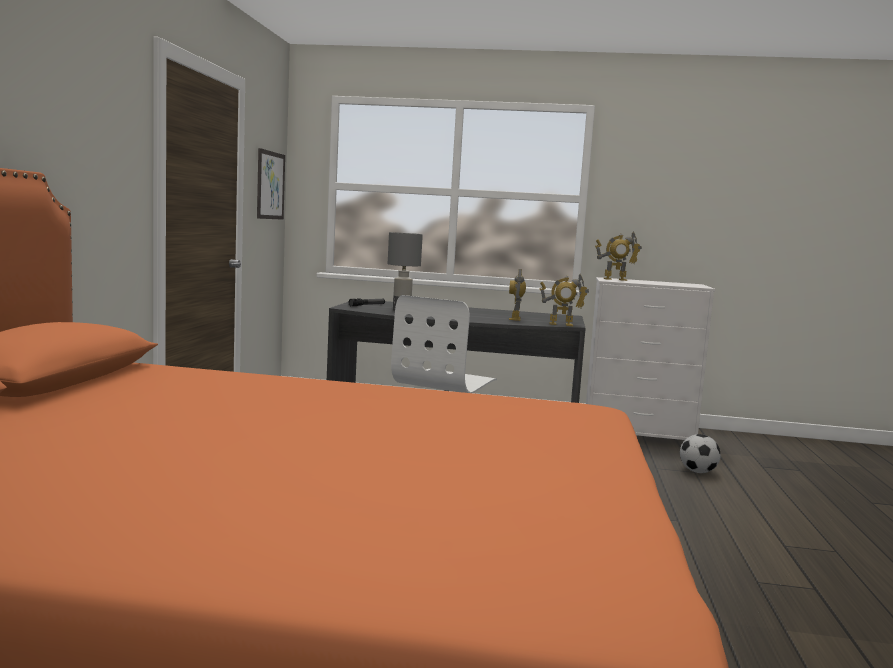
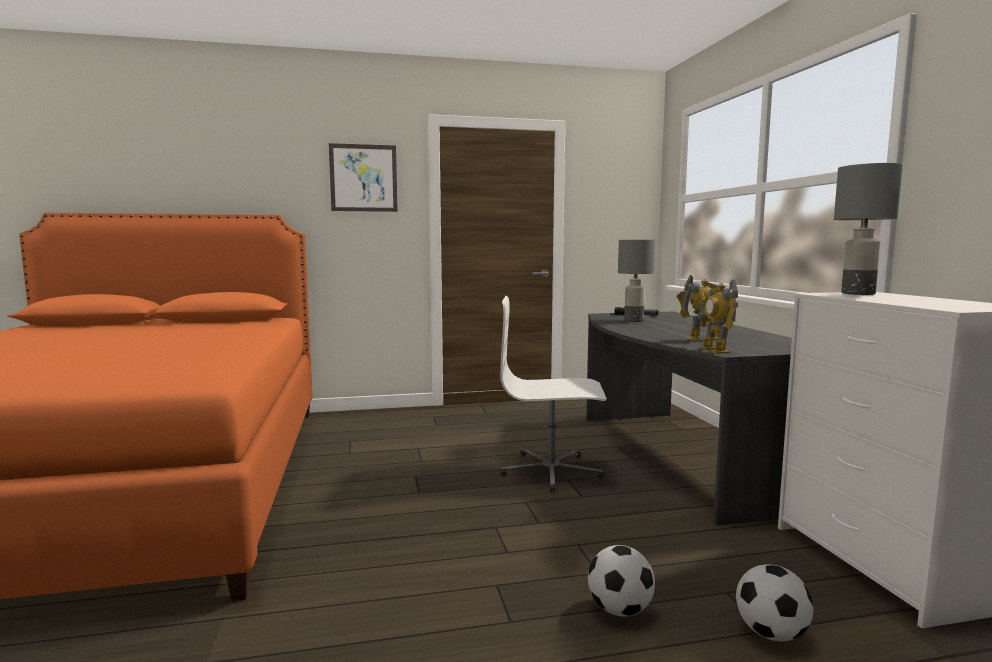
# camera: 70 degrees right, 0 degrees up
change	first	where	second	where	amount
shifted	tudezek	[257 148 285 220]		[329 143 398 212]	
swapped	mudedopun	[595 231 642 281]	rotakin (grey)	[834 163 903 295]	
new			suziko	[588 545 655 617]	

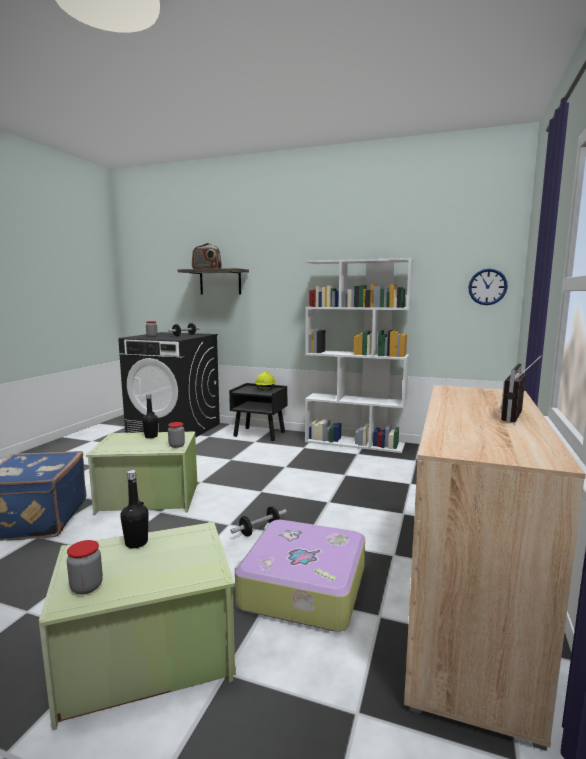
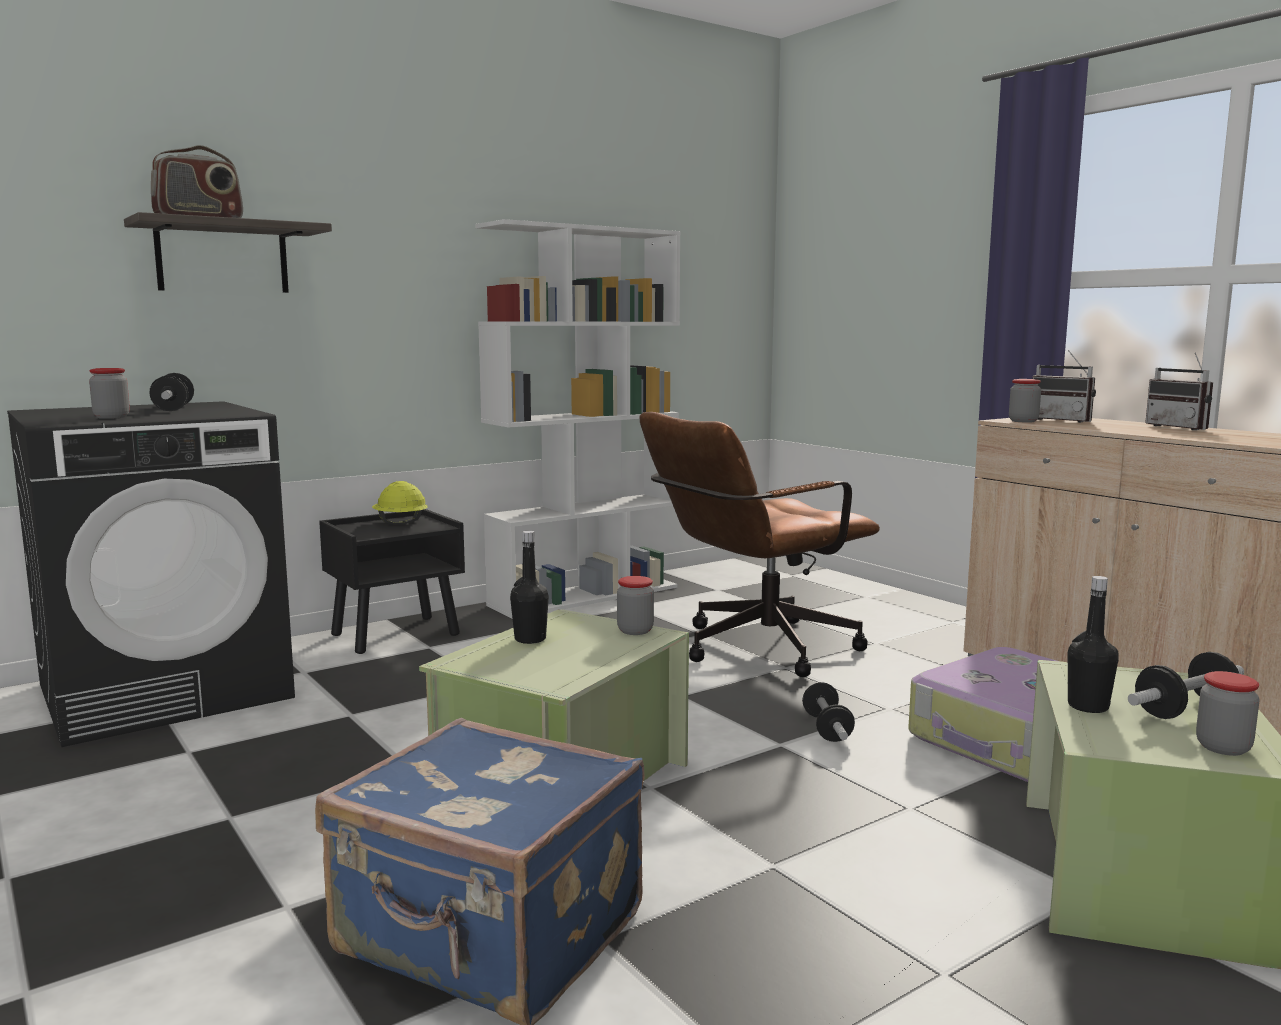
# camera: 55 degrees left, 0 degrees up
change	first	where	second	where	amount
gone	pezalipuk	[468 268 508 305]			
new			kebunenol	[1032 350 1096 423]	
new			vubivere	[1009 379 1041 423]	
new			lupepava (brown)	[640 412 880 677]	
new			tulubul	[1128 652 1244 719]	

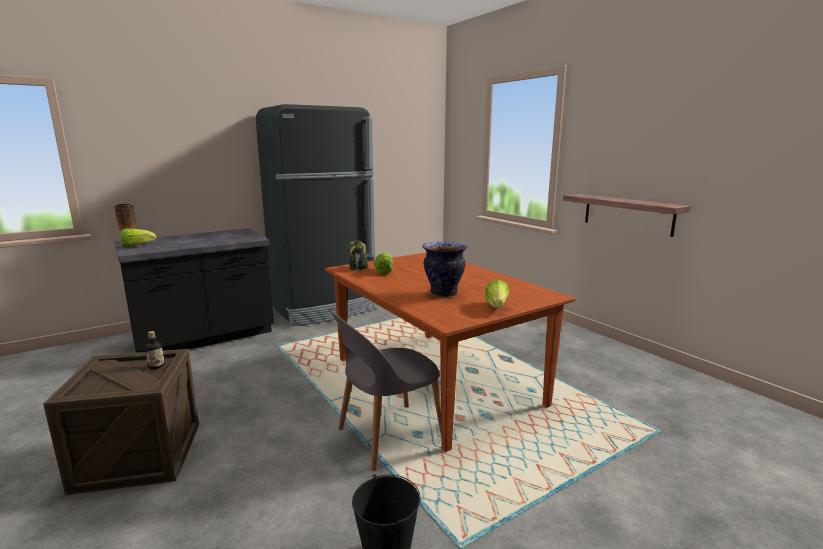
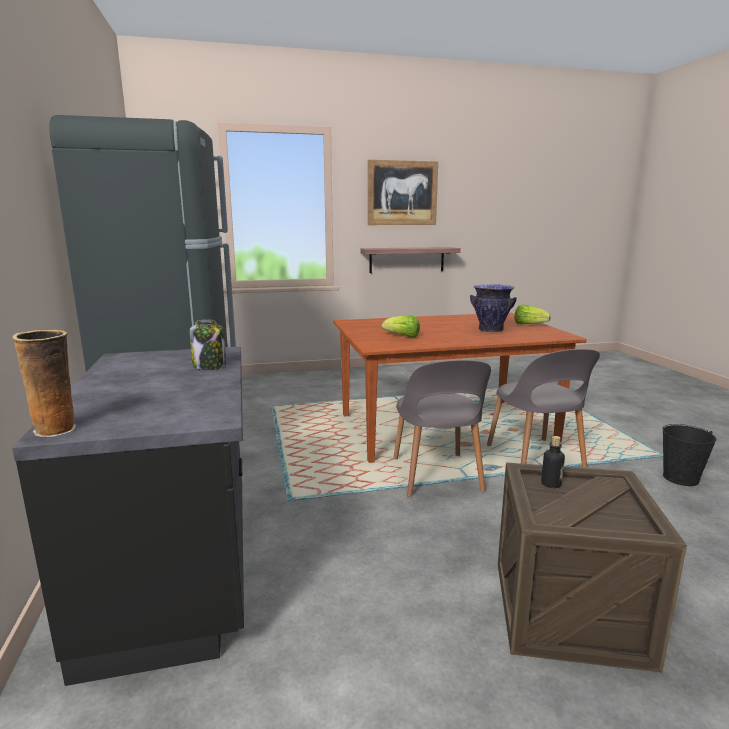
# camera: 70 degrees left, 0 degrees up
change	first	where	second	where	amount
gone	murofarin	[120 228 156 247]			
shifted	vubivere	[348 241 368 270]		[190 320 226 370]	
new			tudezek	[368 160 438 225]	
new			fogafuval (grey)	[393 360 491 497]	

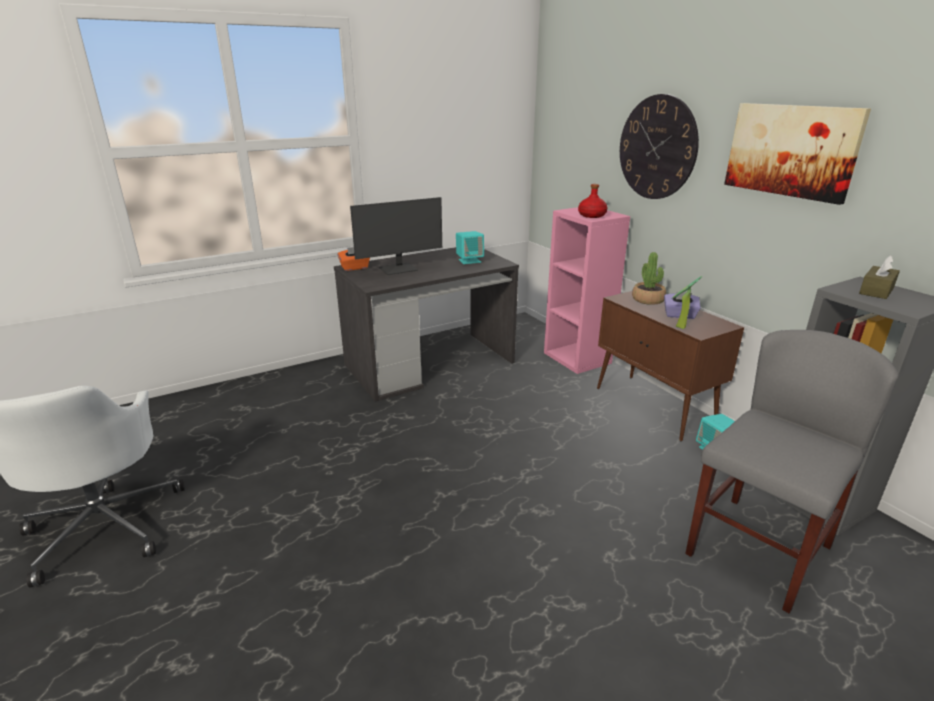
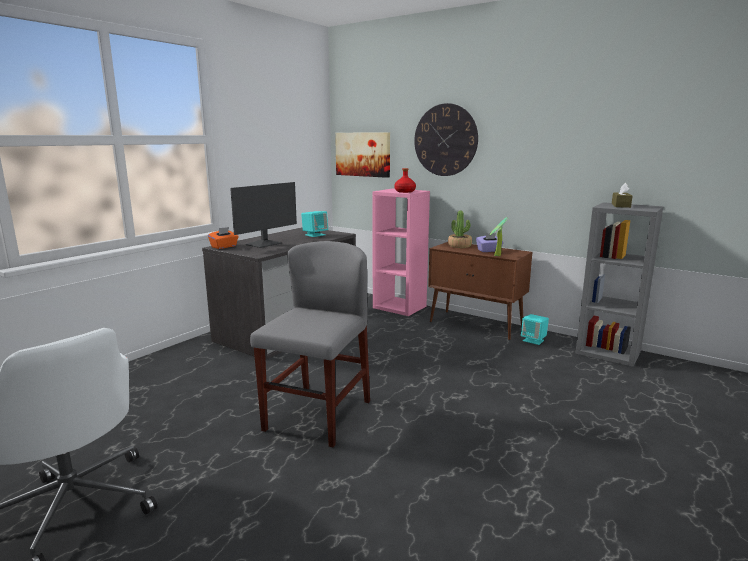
# camera: 25 degrees left, 10 degrees down
change	first	where	second	where	amount
shifted	tudezek	[724 103 871 205]		[335 132 390 178]	
shifted	fogafuval (grey)	[685 330 899 614]		[250 241 370 447]	

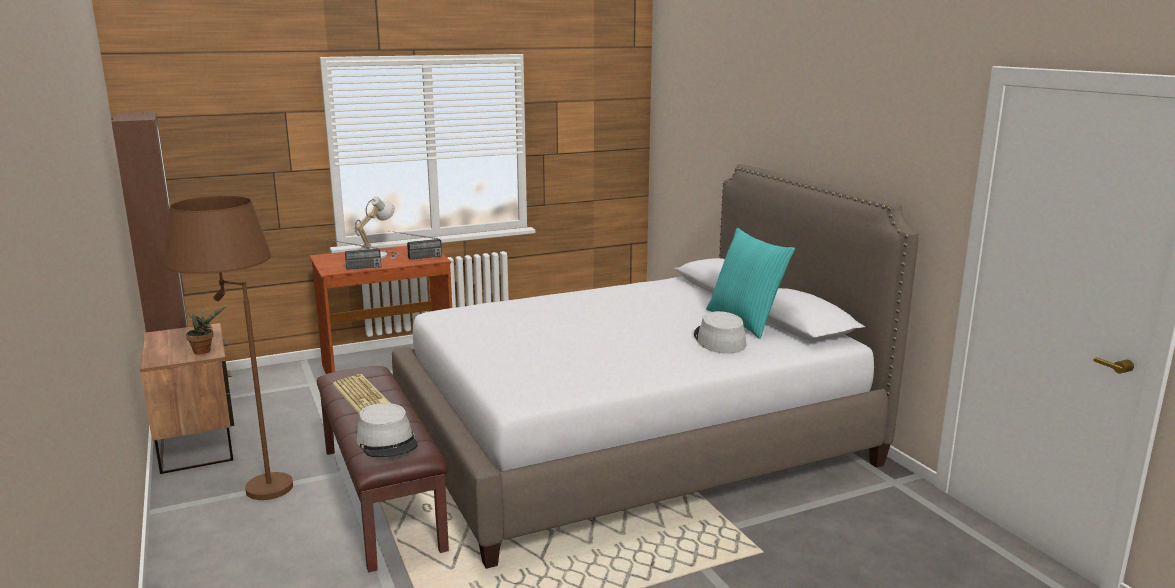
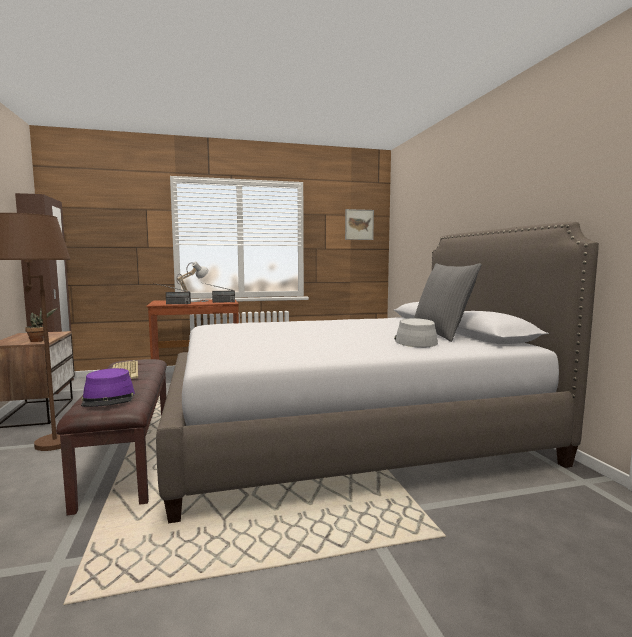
# camera: 10 degrees right, 10 degrees down
change	first	where	second	where	amount
repainted	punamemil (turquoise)	[706 228 795 339]	punamemil (grey)	[414 263 482 342]	
repainted	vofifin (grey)	[356 403 418 457]	vofifin (purple)	[81 368 135 407]	
new			tudezek	[345 209 374 240]	

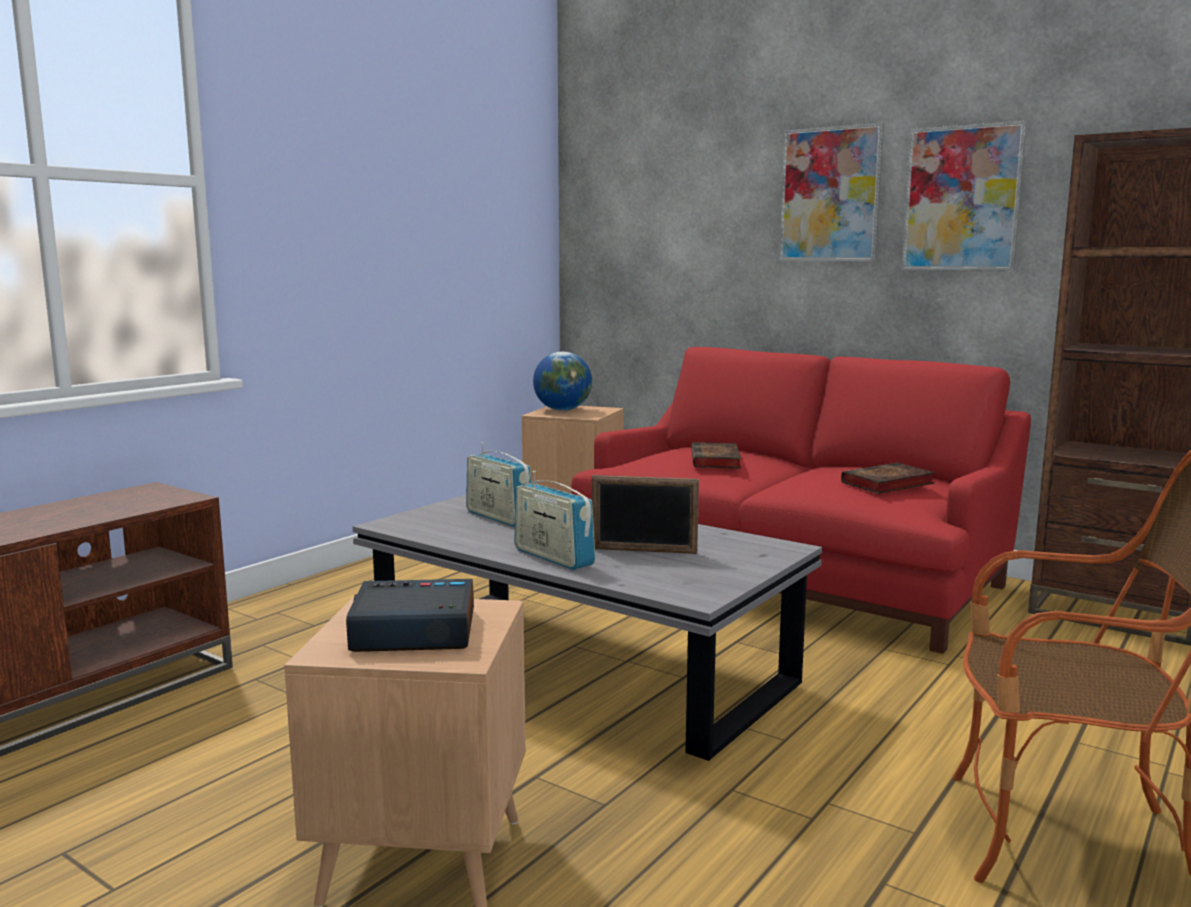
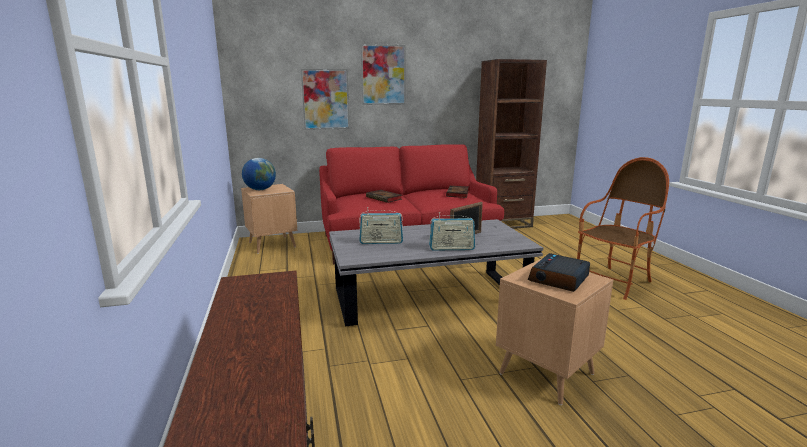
# camera: 50 degrees left, 5 degrees up
change	first	where	second	where	amount
shifted	tudezek	[902 121 1027 271]		[301 69 350 130]	

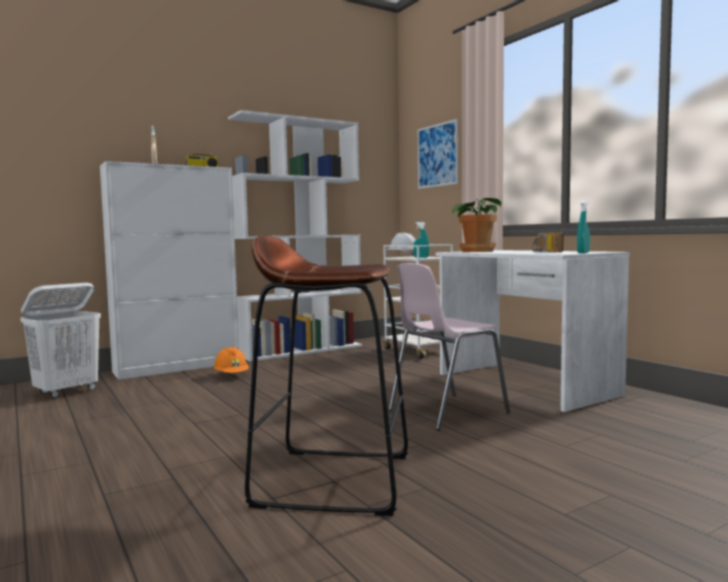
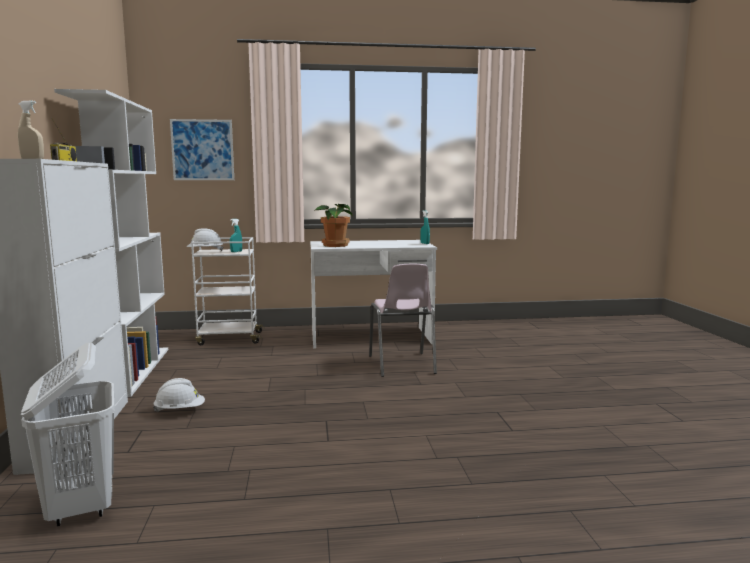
# camera: 65 degrees left, 5 degrees up
change	first	where	second	where	amount
gone	kebunenol	[532 232 564 252]			
gone	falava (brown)	[245 236 408 516]			
repainted	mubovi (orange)	[214 347 249 373]	mubovi (white)	[153 378 205 412]	

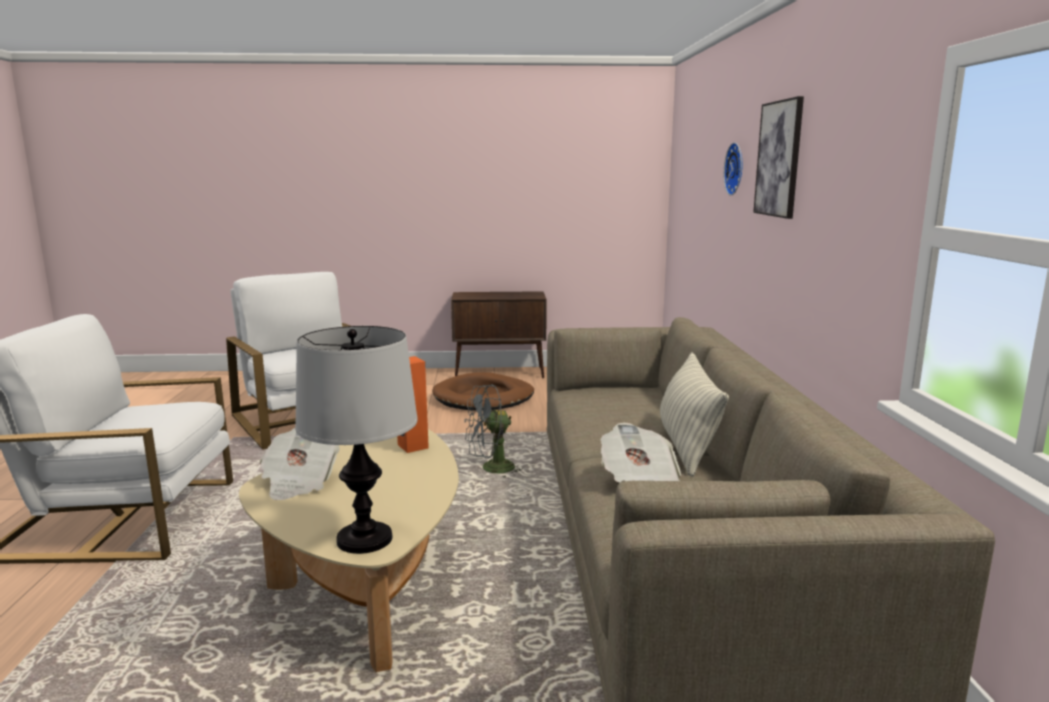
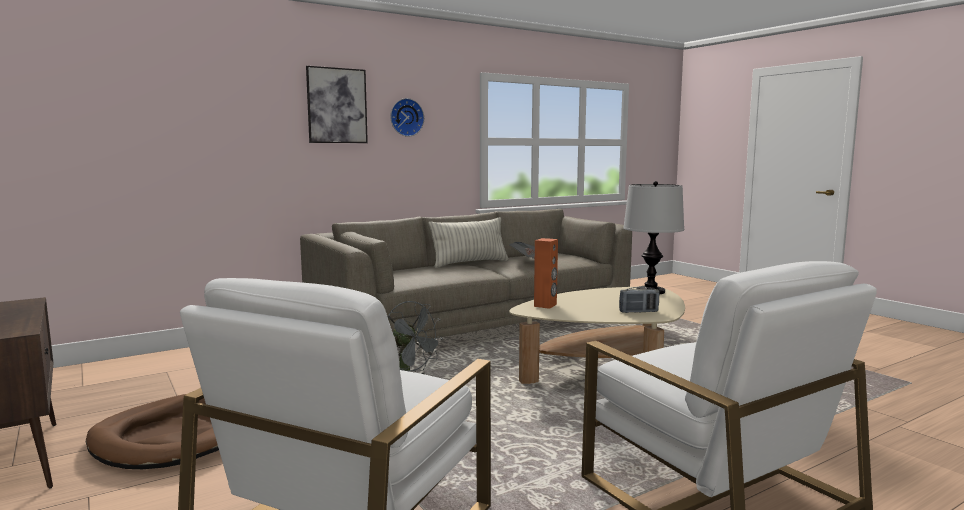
# camera: 120 degrees left, 5 degrees down
change	first	where	second	where	amount
shifted	pezalipuk	[724 142 742 196]		[390 98 424 137]	
swapped	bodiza	[260 428 340 500]	kebunenol	[619 287 659 313]	

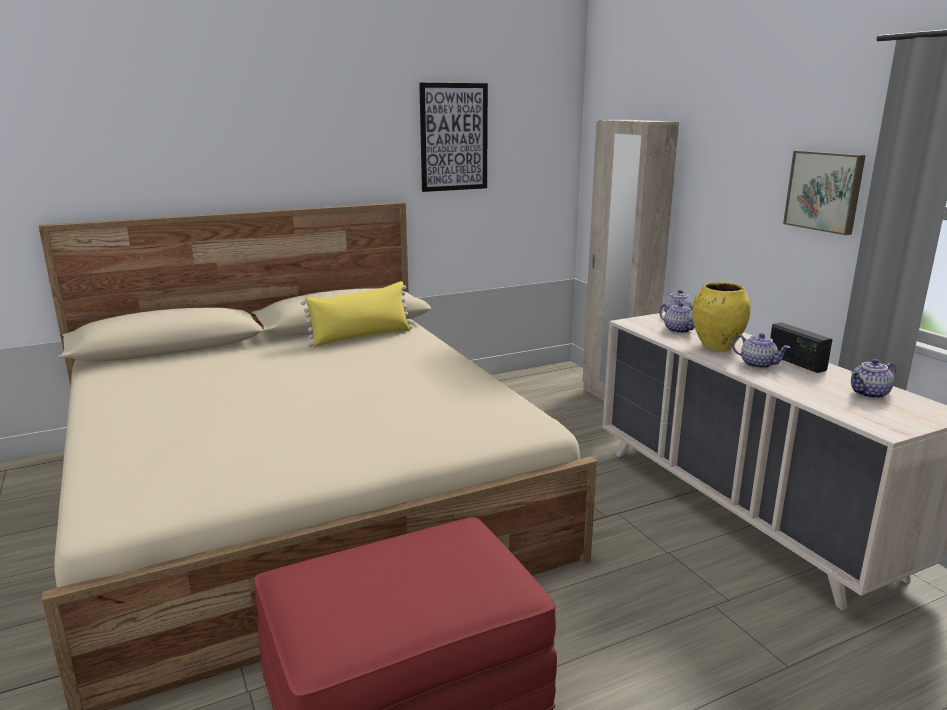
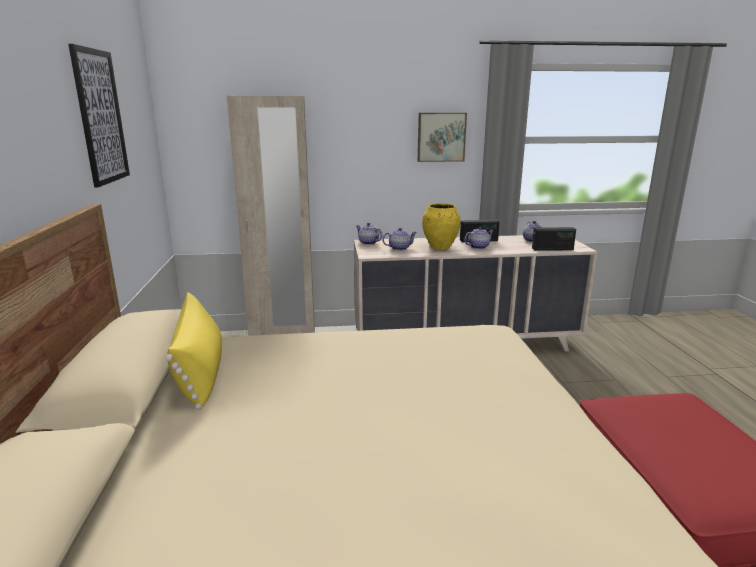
# camera: 70 degrees left, 0 degrees up
change	first	where	second	where	amount
new			kebunenol	[532 227 576 251]	

